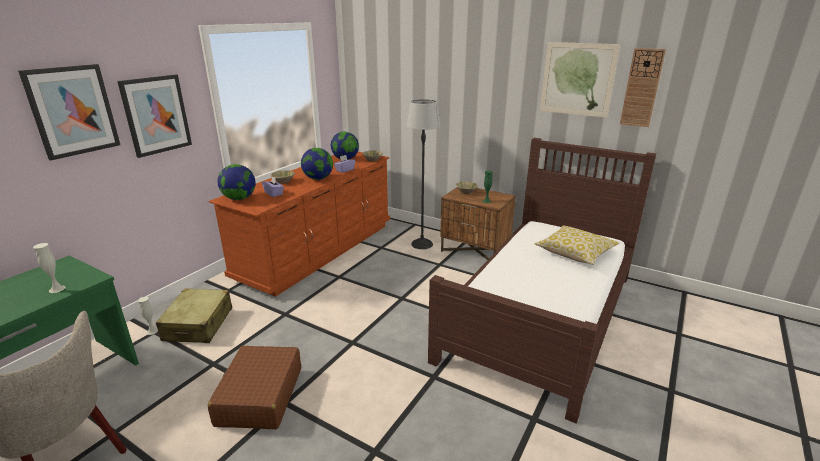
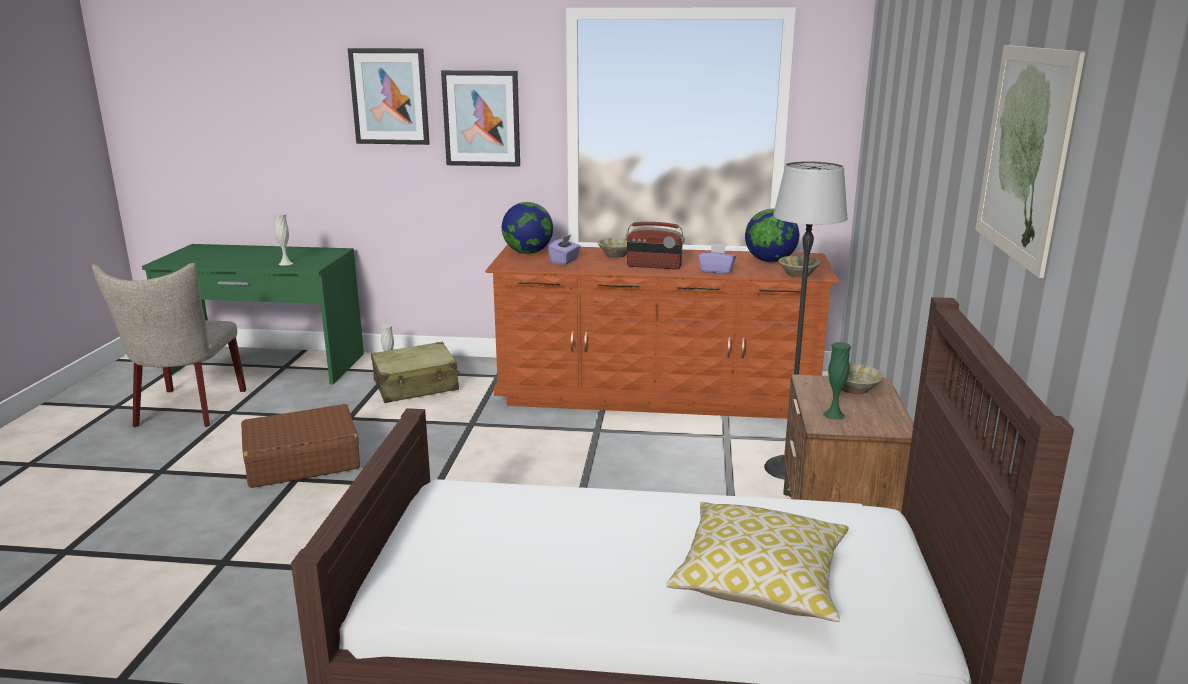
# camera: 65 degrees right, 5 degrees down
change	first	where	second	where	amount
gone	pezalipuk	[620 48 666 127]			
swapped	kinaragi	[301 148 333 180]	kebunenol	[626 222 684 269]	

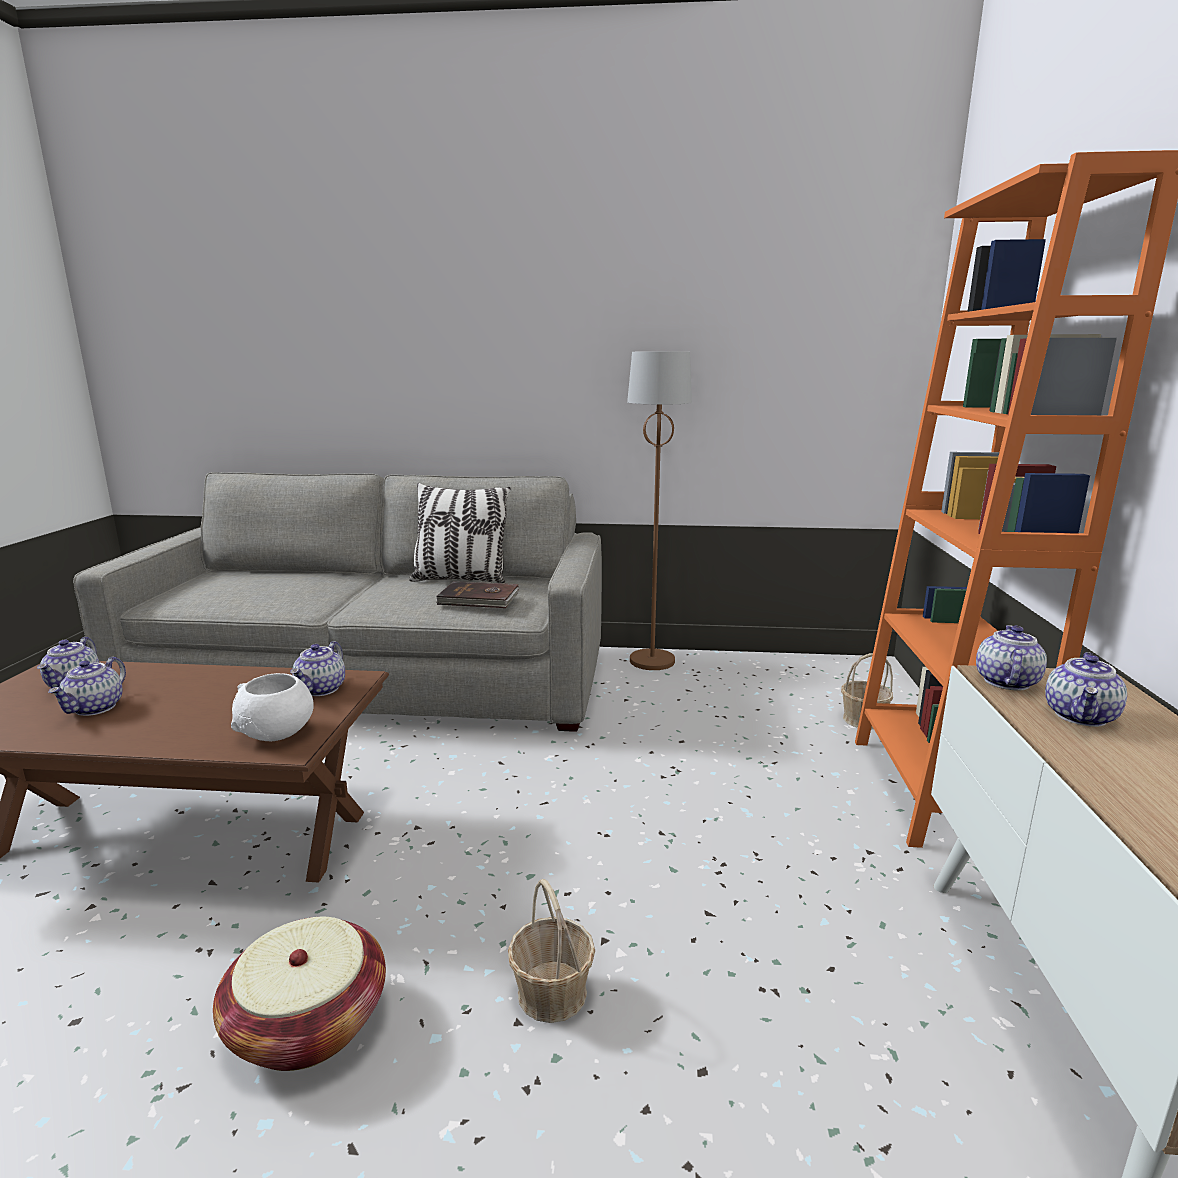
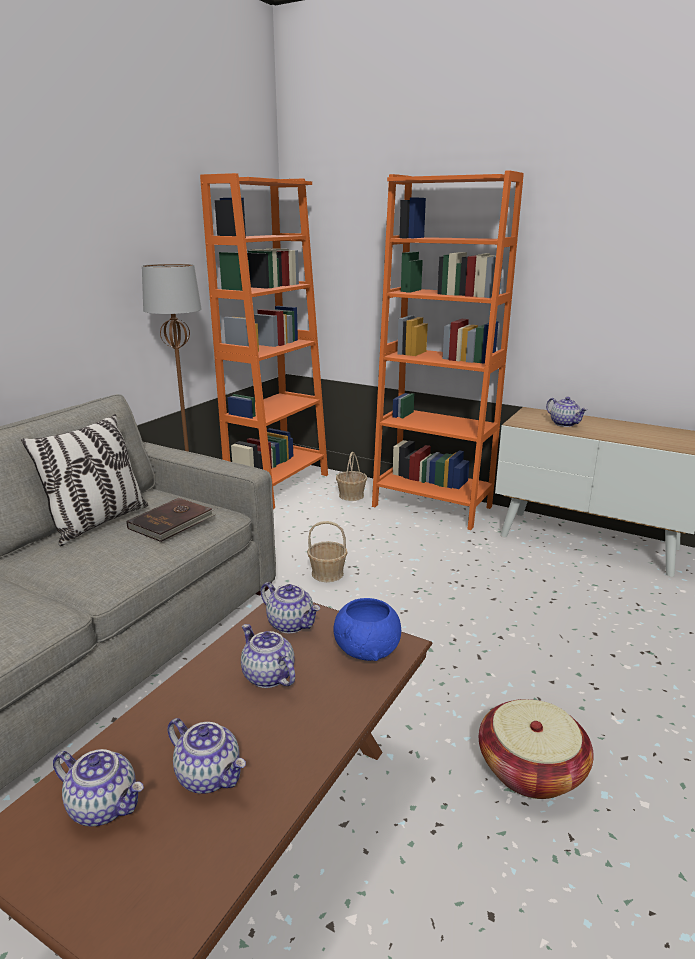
# camera: 65 degrees left, 5 degrees up
change	first	where	second	where	amount
shifted	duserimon	[976 625 1047 691]		[241 624 295 688]	
repainted	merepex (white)	[231 673 314 741]	merepex (blue)	[333 598 401 661]	
shifted	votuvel	[508 879 595 1023]		[307 521 348 582]	
new			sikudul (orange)	[200 173 328 509]	

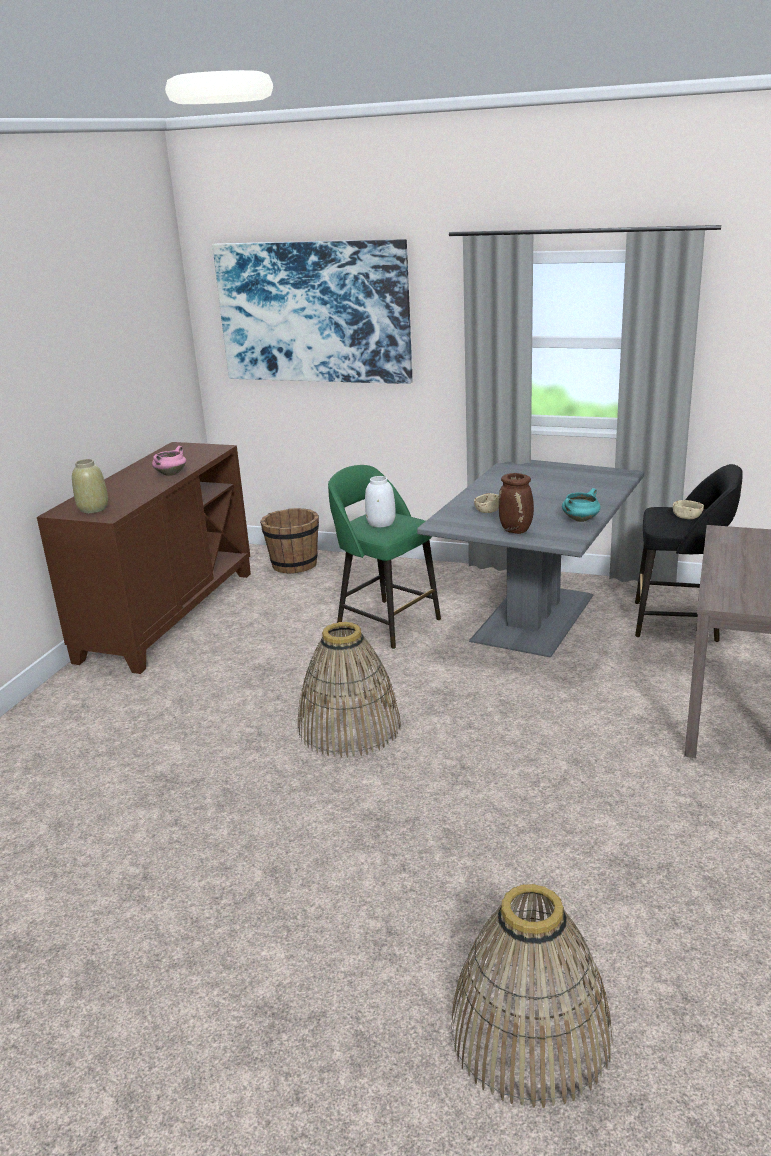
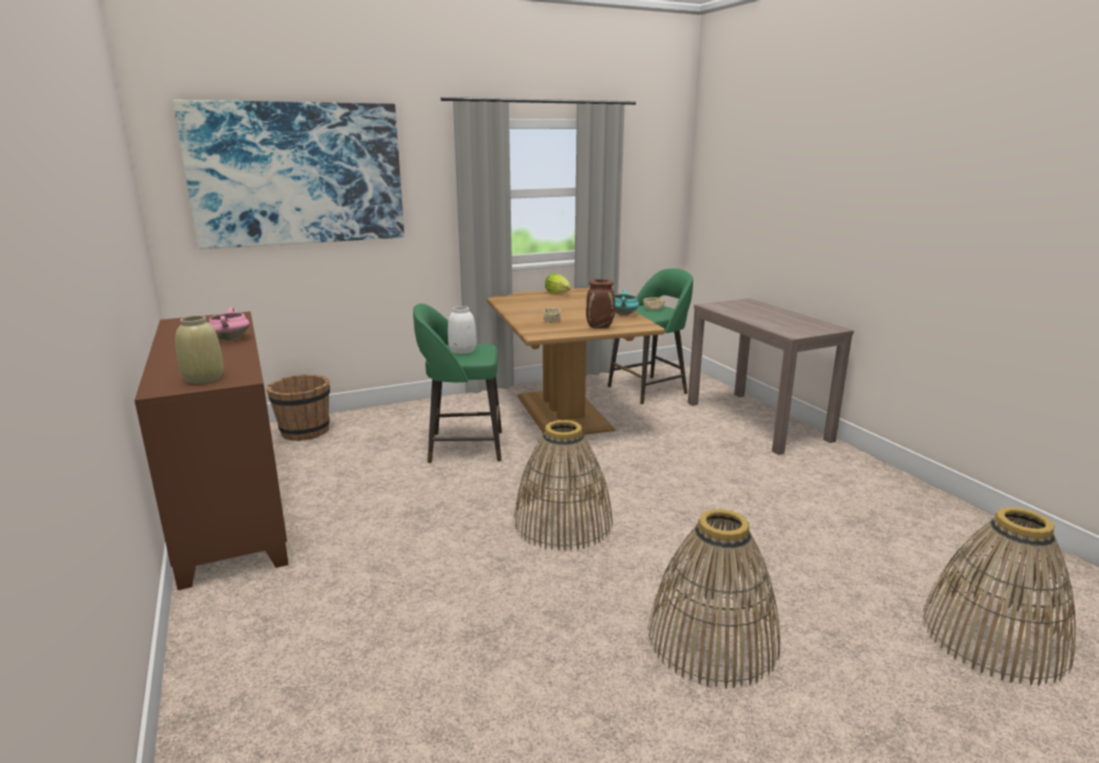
# camera: 45 degrees left, 5 degrees down
change	first	where	second	where	amount
repainted	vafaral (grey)	[417 460 644 657]	vafaral (brown)	[487 288 665 435]	
repainted	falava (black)	[635 464 743 642]	falava (green)	[608 268 693 404]	
new			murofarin	[545 273 571 294]	
new			votuvel	[648 509 780 688]	

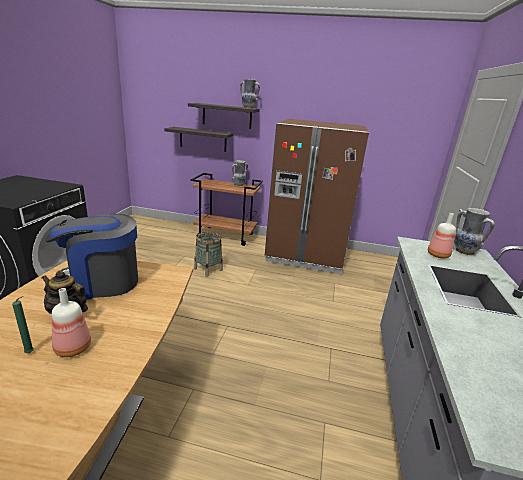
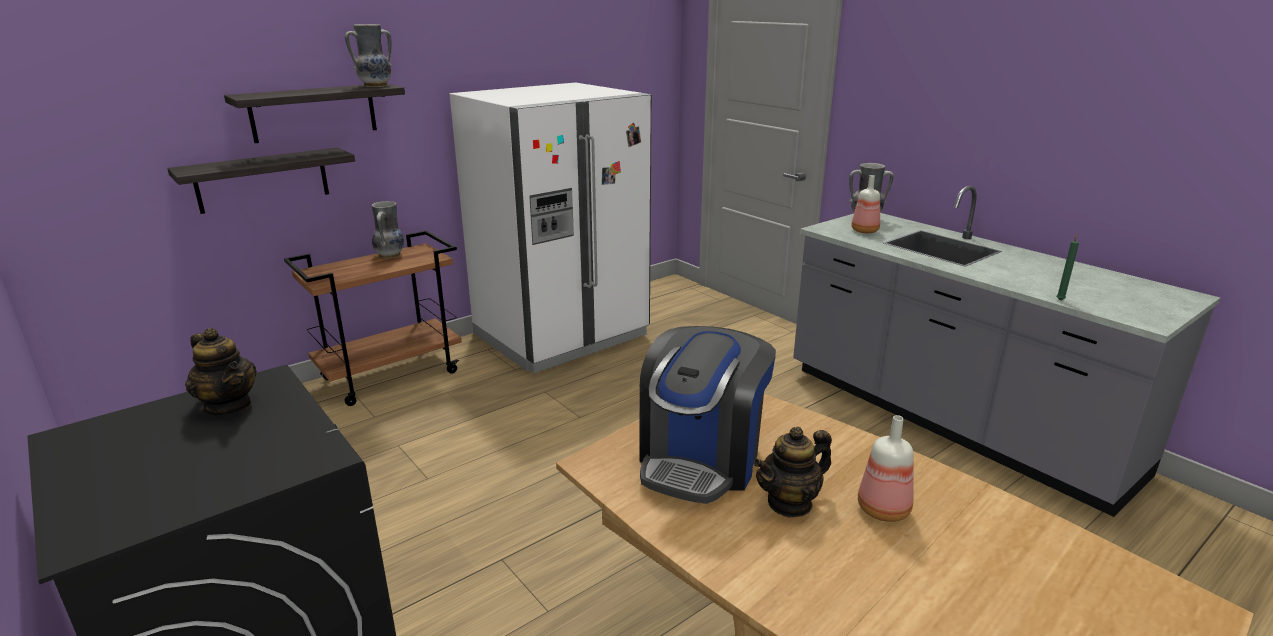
# camera: 50 degrees left, 0 degrees up
change	first	where	second	where	amount
repainted	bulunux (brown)	[265 119 369 274]	bulunux (white)	[450 82 652 373]	
gone	votuvel	[194 232 223 277]			
shifted	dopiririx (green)	[12 296 34 353]		[1056 233 1079 300]	
new			duserimon	[185 328 257 415]	

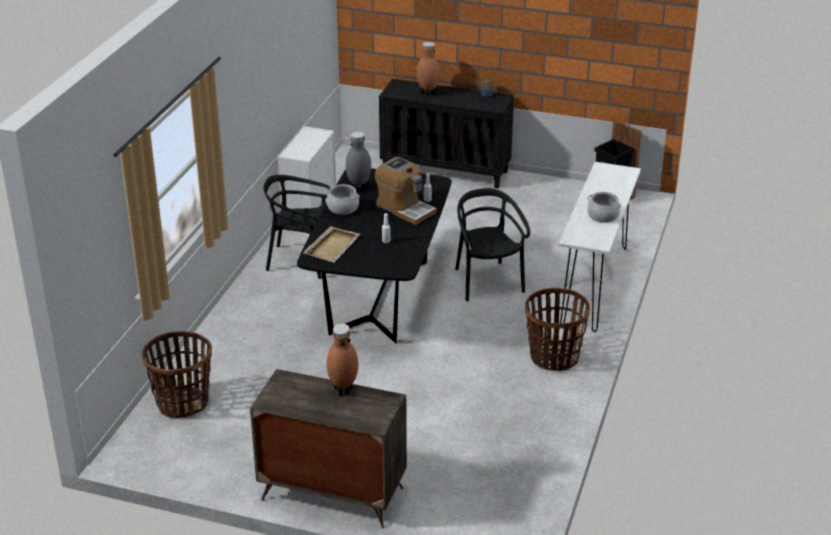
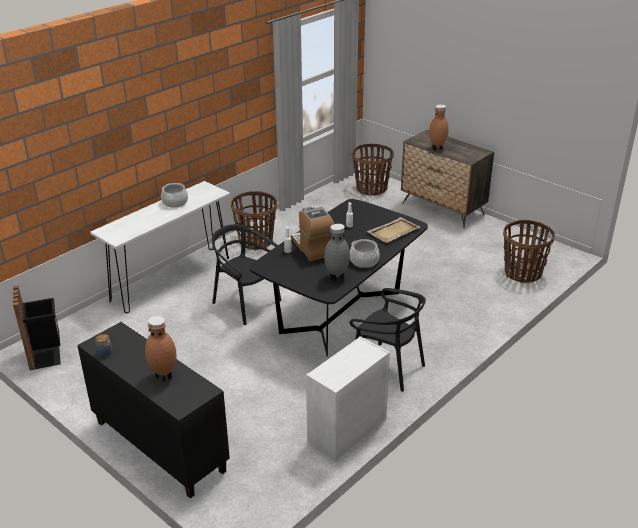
# camera: 155 degrees left, 0 degrees up
change	first	where	second	where	amount
rotated	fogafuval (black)	[455 188 530 301]		[212 224 281 325]	120 degrees clockwise
new			votuvel	[352 143 394 195]	

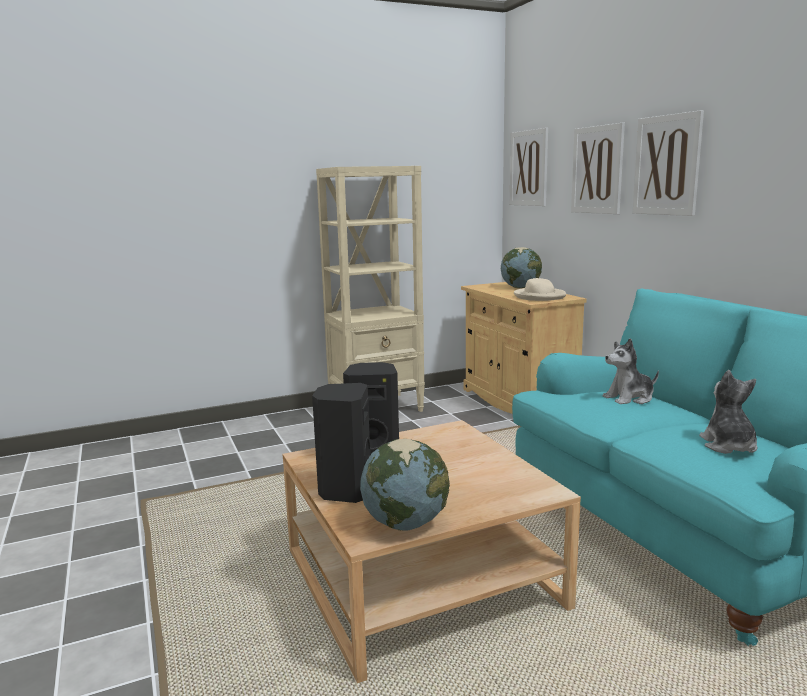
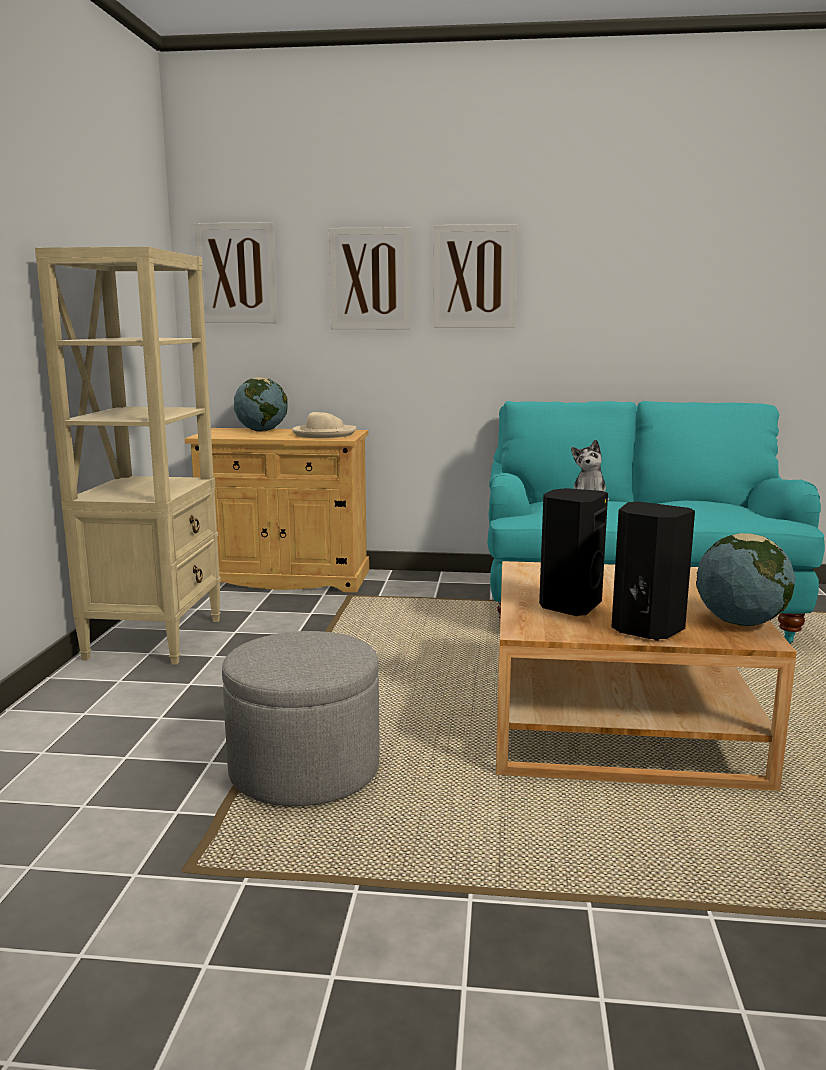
# camera: 60 degrees left, 0 degrees up
change	first	where	second	where	amount
gone	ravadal	[699 370 758 454]			
new			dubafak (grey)	[222 631 379 806]	

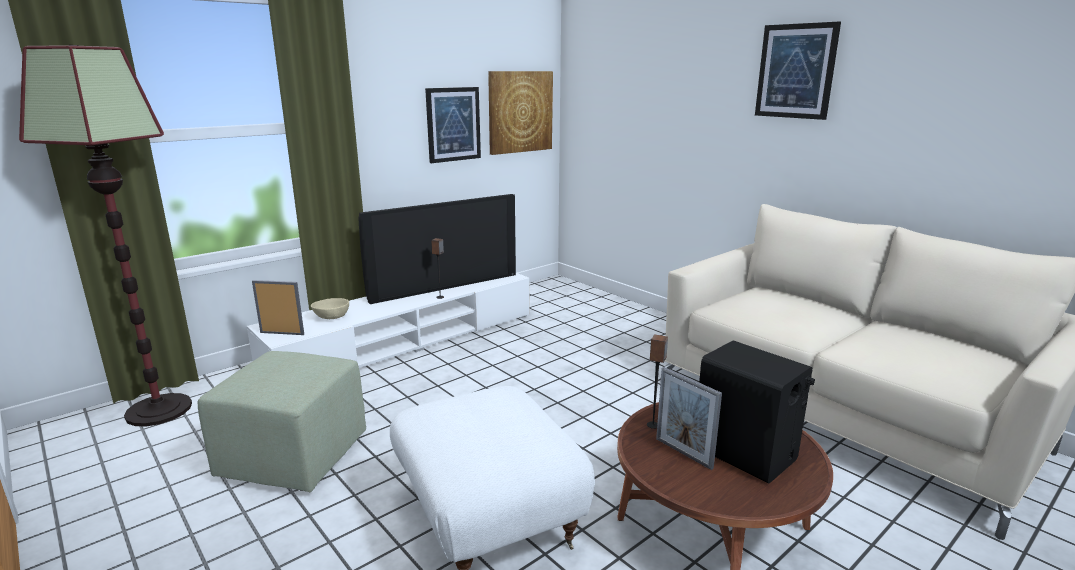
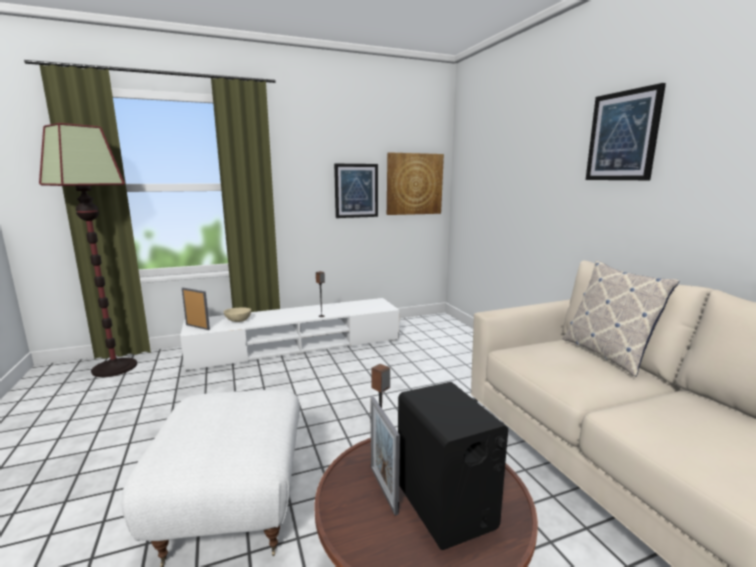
# camera: 20 degrees right, 5 degrees down
change	first	where	second	where	amount
gone	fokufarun	[358 194 516 304]			
gone	dubafak (green)	[198 351 366 492]			
new			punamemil	[562 260 679 377]	

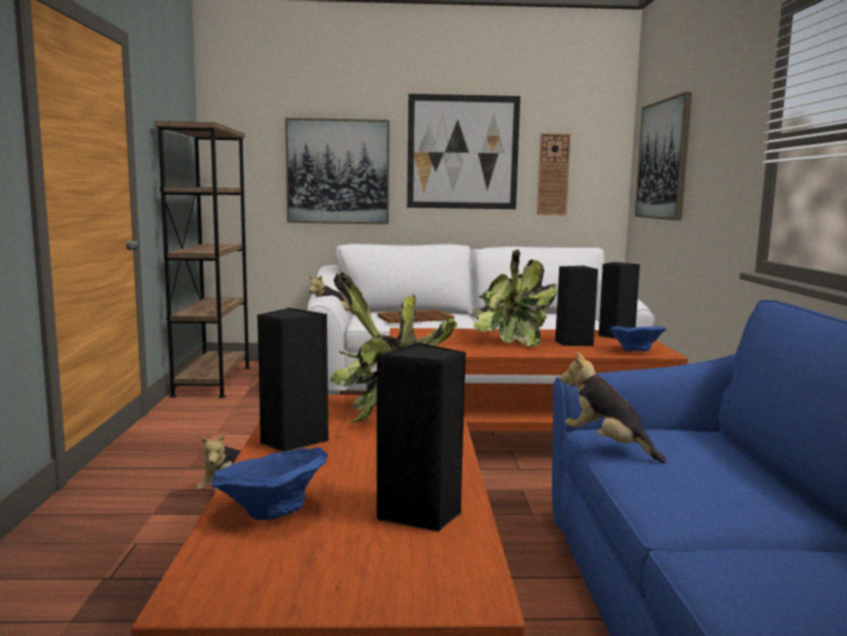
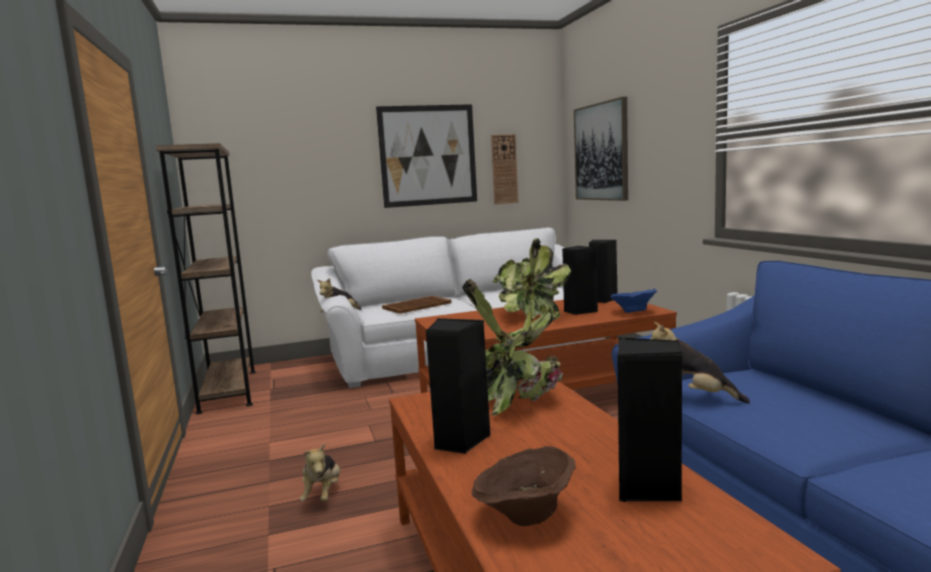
# camera: 15 degrees left, 0 degrees up
change	first	where	second	where	amount
gone	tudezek	[285 118 389 224]			
repainted	merepex (blue)	[211 447 328 520]	merepex (brown)	[472 446 576 526]	

